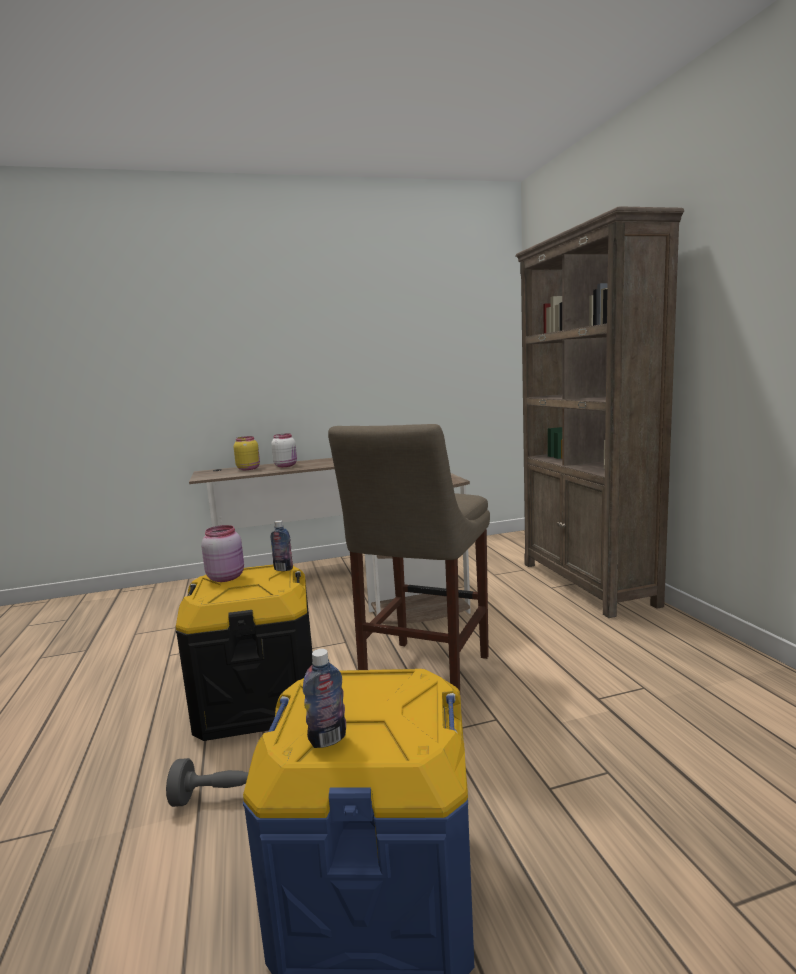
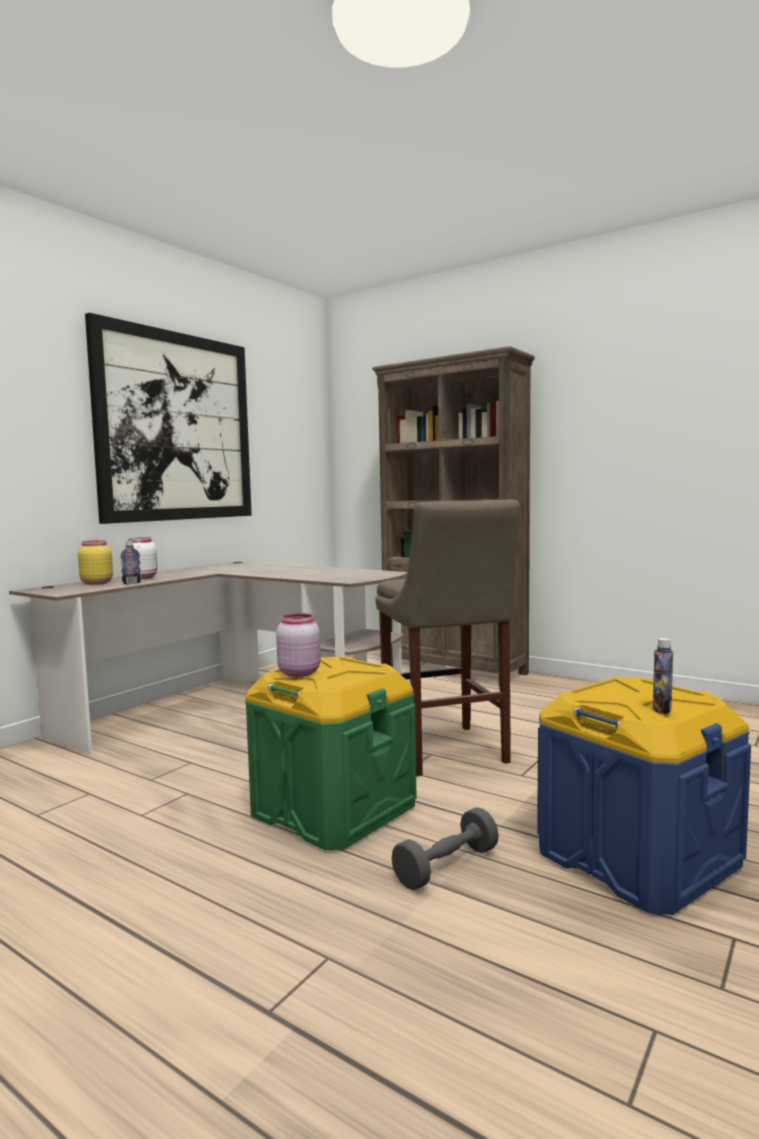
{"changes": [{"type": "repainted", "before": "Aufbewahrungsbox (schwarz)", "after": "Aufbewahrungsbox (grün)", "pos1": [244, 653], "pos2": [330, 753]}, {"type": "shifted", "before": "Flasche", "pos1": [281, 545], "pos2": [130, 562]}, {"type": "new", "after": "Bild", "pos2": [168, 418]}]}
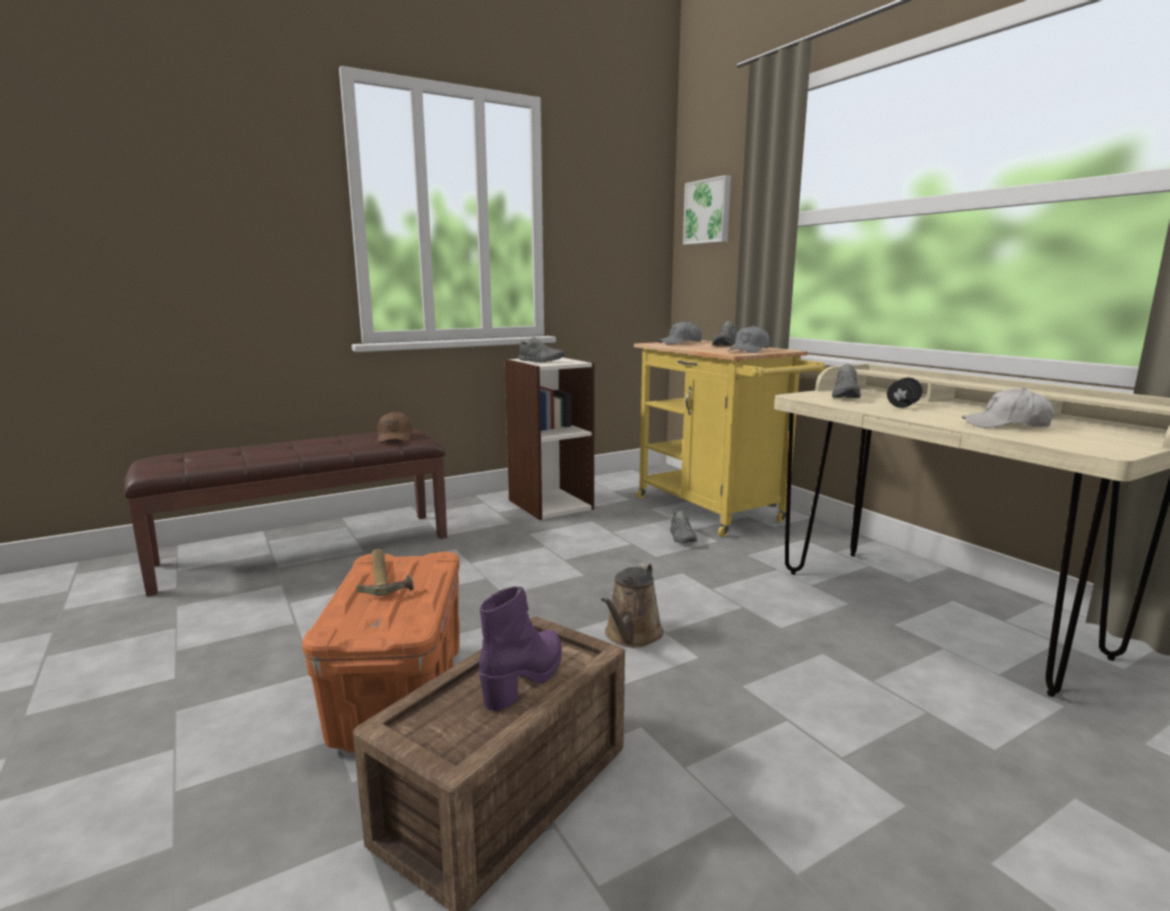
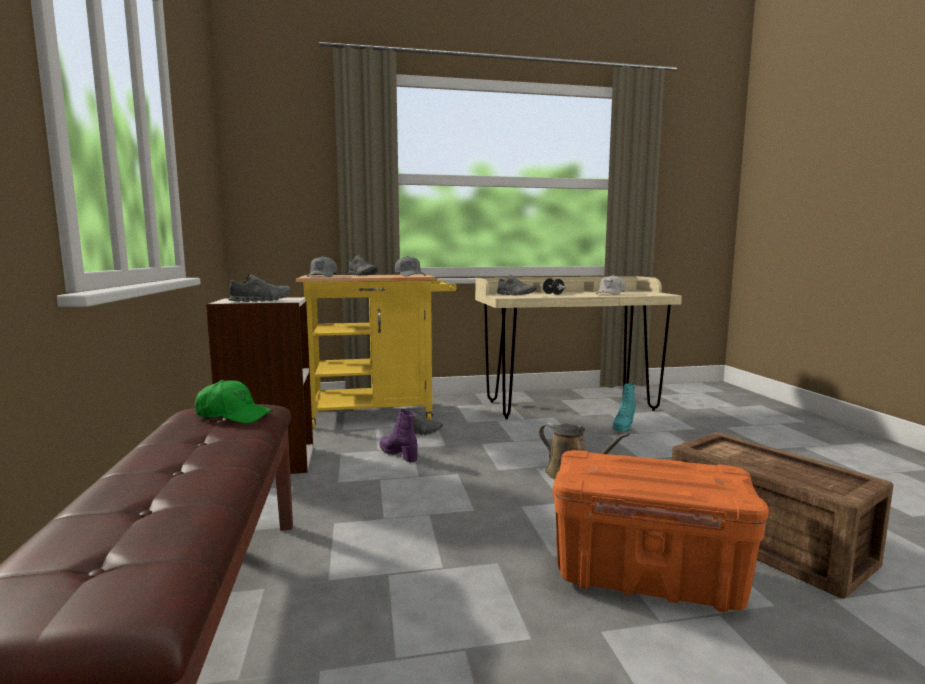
{"changes": [{"type": "gone", "before": "Hammer", "pos1": [385, 572]}, {"type": "repainted", "before": "Kappe (braun)", "after": "Kappe (grün)", "pos1": [395, 427], "pos2": [233, 402]}, {"type": "shifted", "before": "Stiefel (lila)", "pos1": [520, 649], "pos2": [399, 435]}, {"type": "gone", "before": "Bild", "pos1": [707, 210]}, {"type": "new", "after": "Stiefel (türkis)", "pos2": [624, 407]}]}
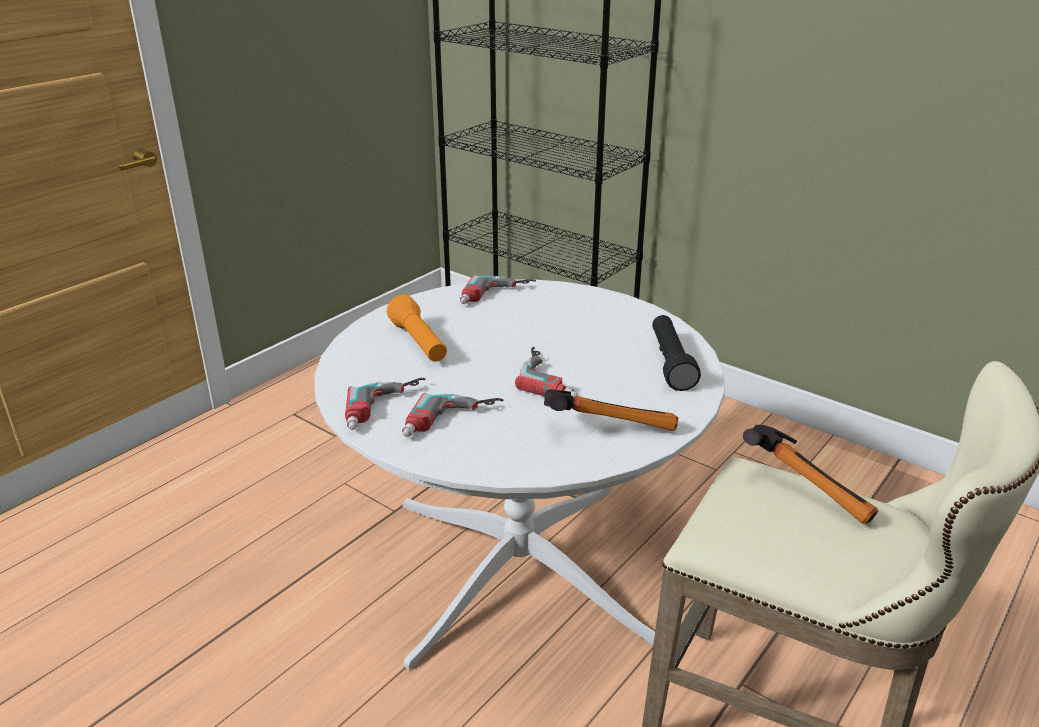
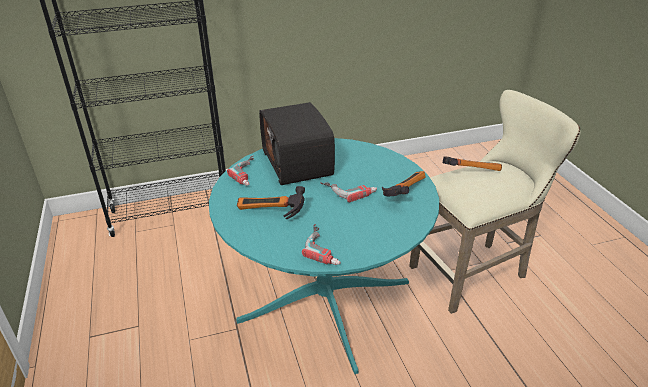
{"changes": [{"type": "repainted", "before": "Esstisch (weiß)", "after": "Esstisch (türkis)", "pos1": [519, 474], "pos2": [324, 256]}, {"type": "swapped", "before": "Taschenlampe (orange)", "after": "Hammer", "pos1": [417, 328], "pos2": [271, 202]}, {"type": "gone", "before": "Bohrmaschine", "pos1": [453, 415]}, {"type": "gone", "before": "Taschenlampe (schwarz)", "pos1": [676, 353]}, {"type": "new", "after": "Radio", "pos2": [297, 143]}]}
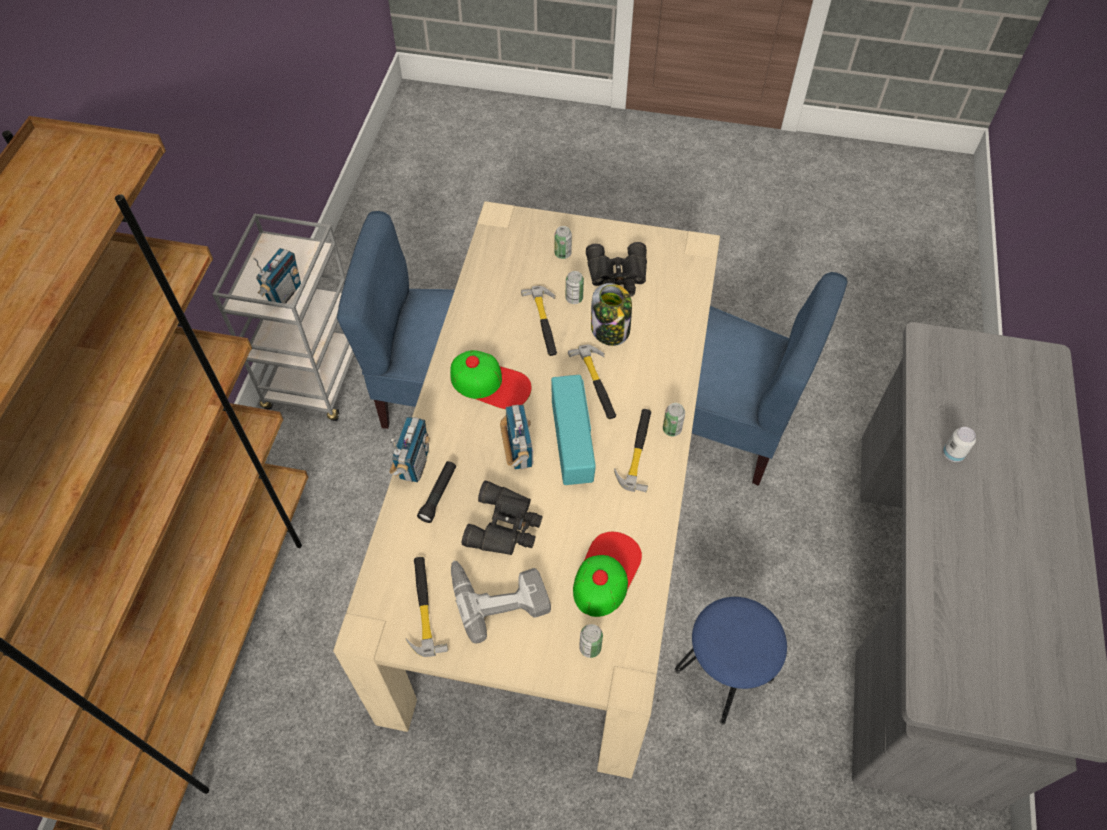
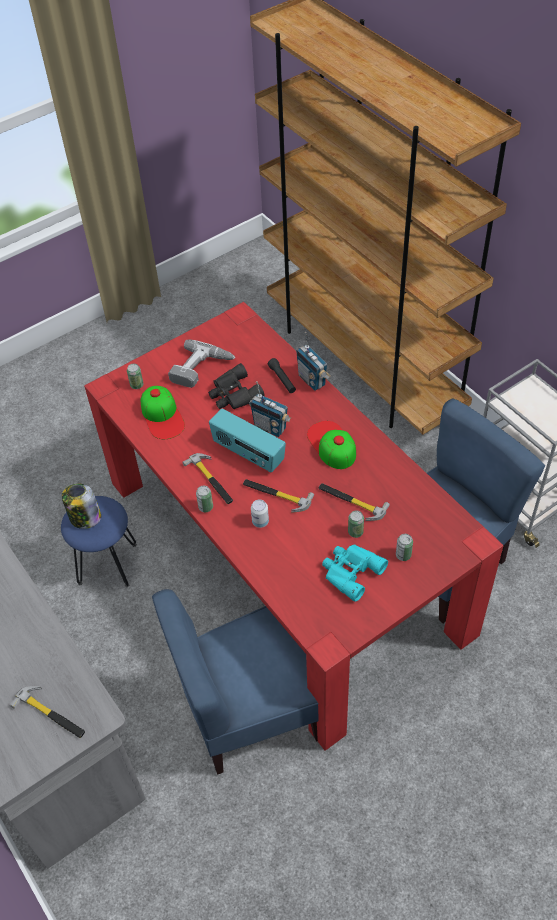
{"changes": [{"type": "gone", "before": "Radio", "pos1": [277, 276]}, {"type": "repainted", "before": "Esstisch (beige)", "after": "Esstisch (rot)", "pos1": [526, 490], "pos2": [294, 526]}, {"type": "shifted", "before": "Hammer", "pos1": [427, 607], "pos2": [47, 712]}, {"type": "rotated", "before": "Kappe", "pos1": [491, 379], "pos2": [331, 445], "turn": 90}, {"type": "repainted", "before": "Fernglas (schwarz)", "after": "Fernglas (türkis)", "pos1": [616, 269], "pos2": [355, 573]}, {"type": "shifted", "before": "Vorratsglas", "pos1": [611, 314], "pos2": [81, 506]}, {"type": "shifted", "before": "Dose", "pos1": [959, 444], "pos2": [260, 513]}]}
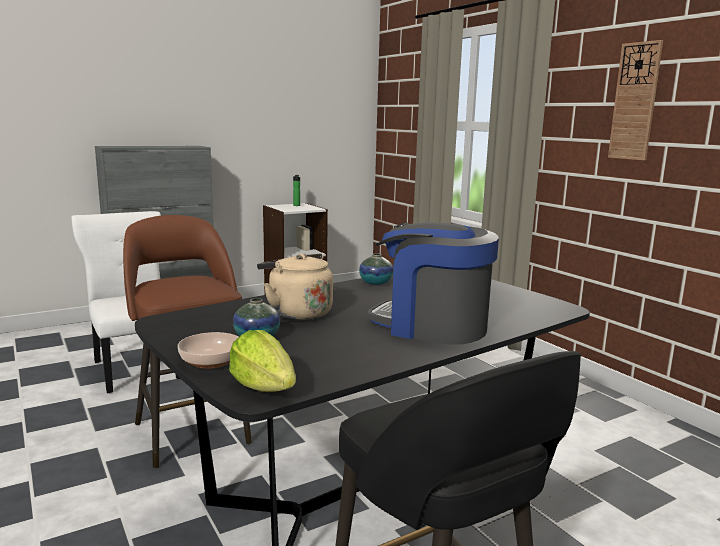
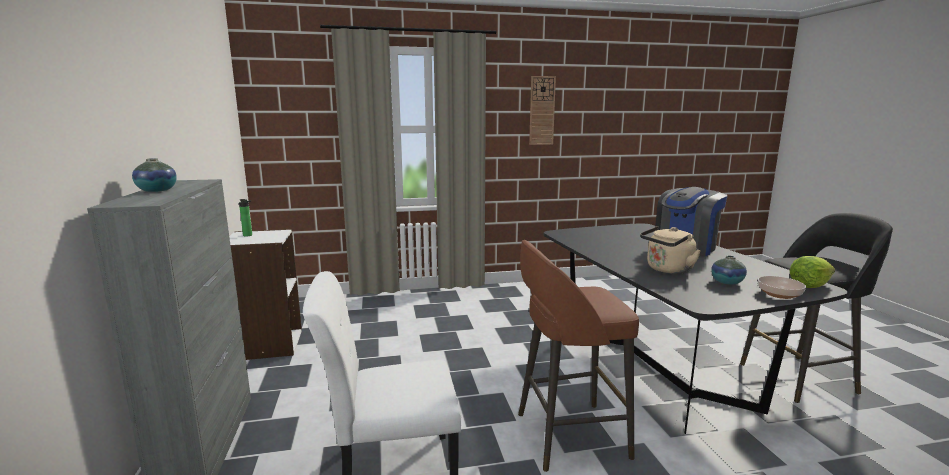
{"changes": [{"type": "shifted", "before": "Vase", "pos1": [376, 269], "pos2": [154, 175]}]}
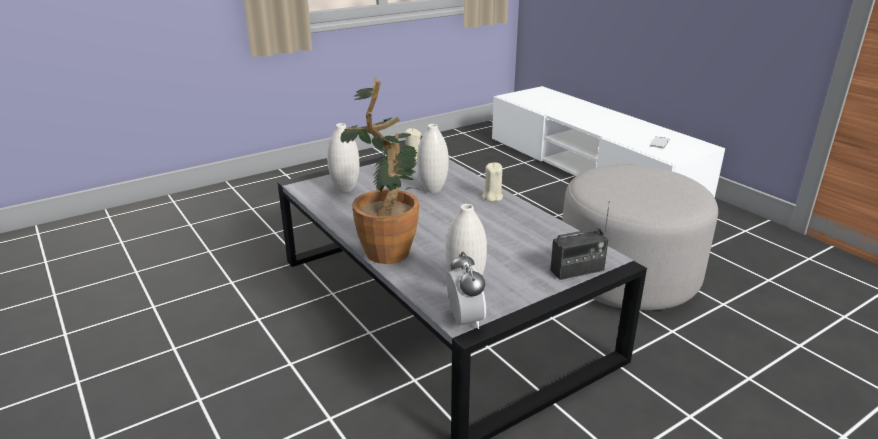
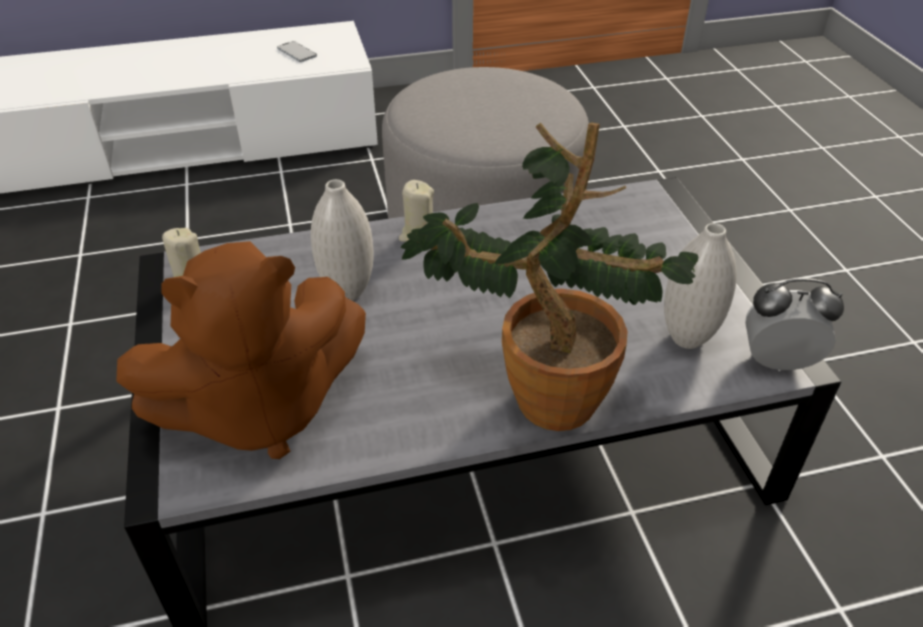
{"changes": [{"type": "swapped", "before": "Vase (weiß)", "after": "Plüschtier (braun)", "pos1": [343, 157], "pos2": [241, 350]}, {"type": "gone", "before": "Radio", "pos1": [580, 240]}]}
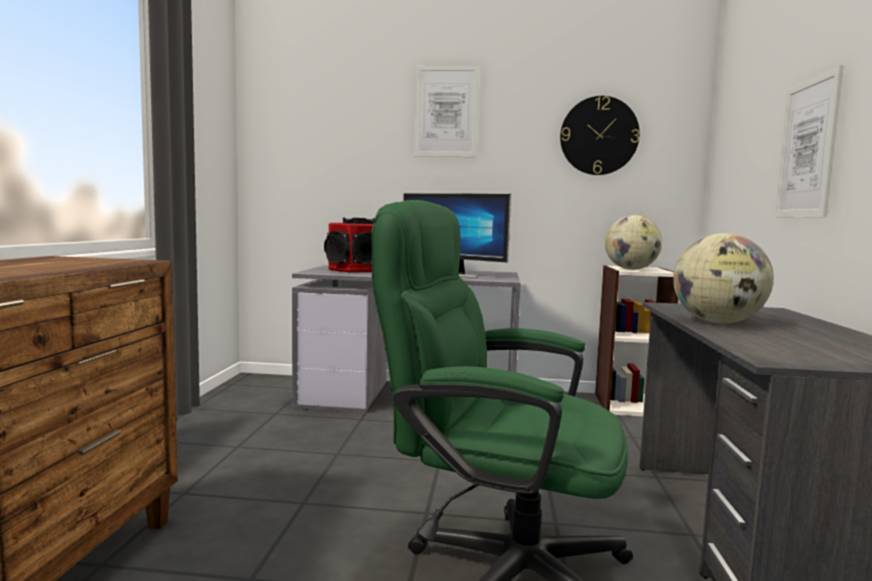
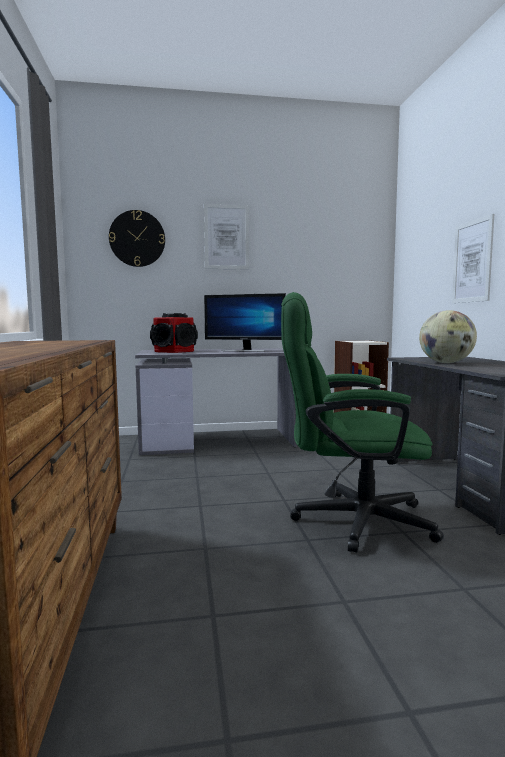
{"changes": [{"type": "shifted", "before": "Wanduhr", "pos1": [600, 135], "pos2": [137, 238]}, {"type": "gone", "before": "Globus", "pos1": [633, 242]}]}
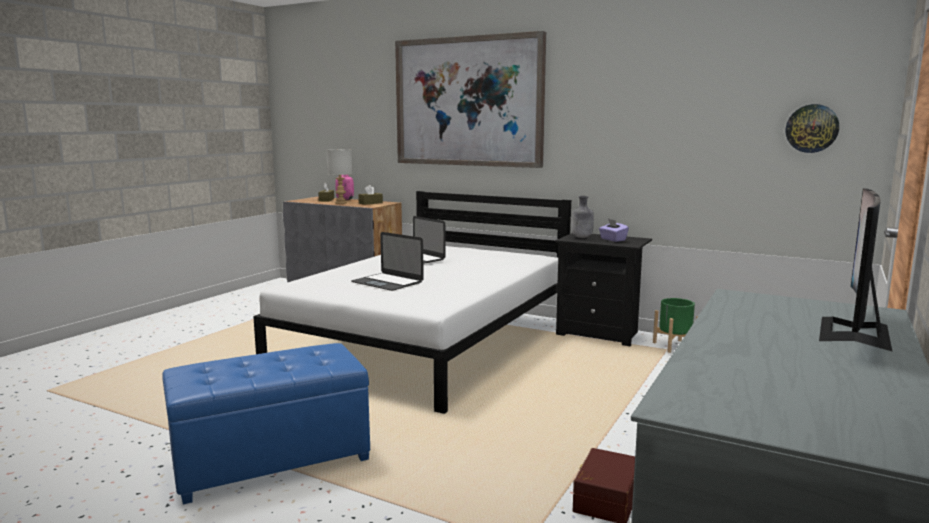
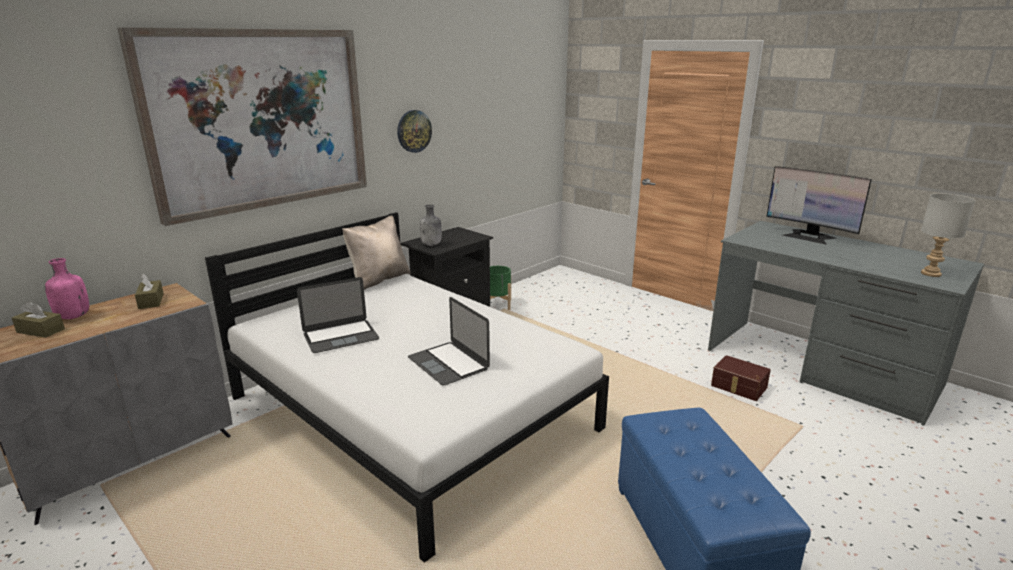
{"changes": [{"type": "shifted", "before": "Tischlampe (grau)", "pos1": [339, 176], "pos2": [948, 235]}, {"type": "rotated", "before": "Laptop", "pos1": [387, 261], "pos2": [449, 341], "turn": 90}, {"type": "gone", "before": "Taschentuchbox (lila)", "pos1": [614, 230]}, {"type": "shifted", "before": "Wanduhr", "pos1": [812, 128], "pos2": [414, 131]}, {"type": "new", "after": "Kissen (beige)", "pos2": [376, 252]}]}
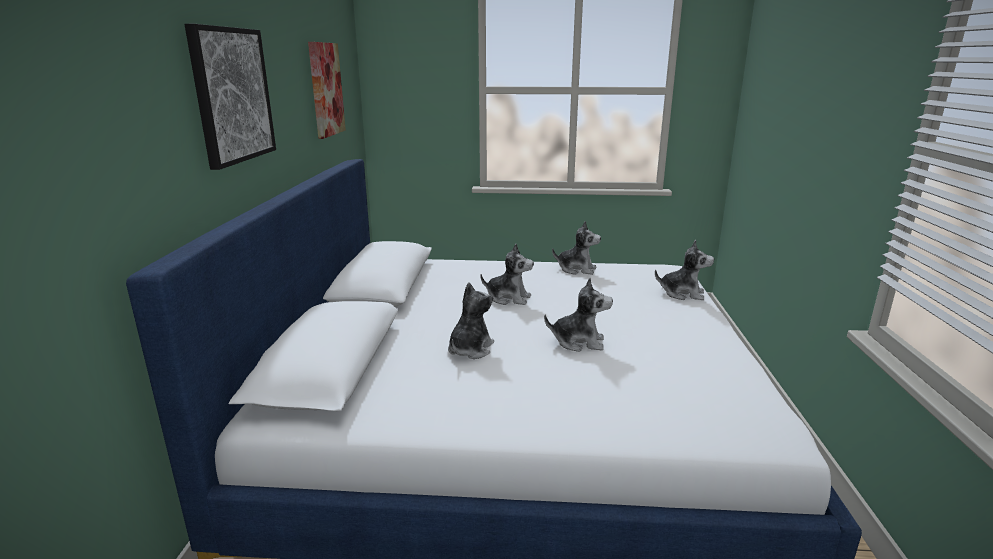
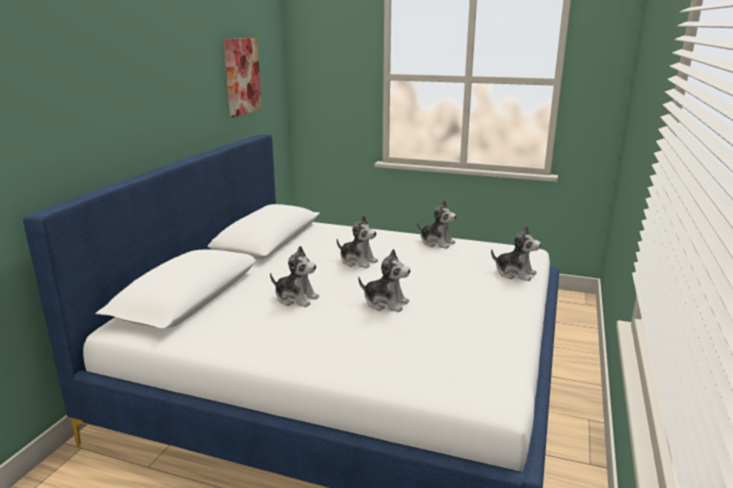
{"changes": [{"type": "gone", "before": "Bild", "pos1": [230, 97]}, {"type": "rotated", "before": "Plüschtier", "pos1": [471, 321], "pos2": [294, 276], "turn": 75}]}
